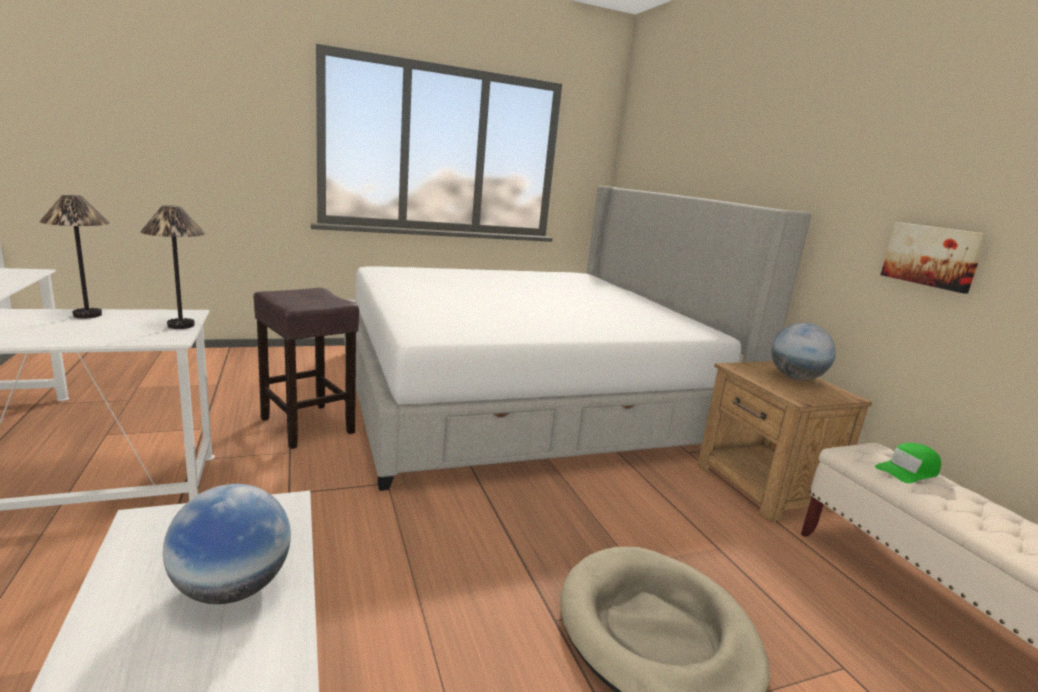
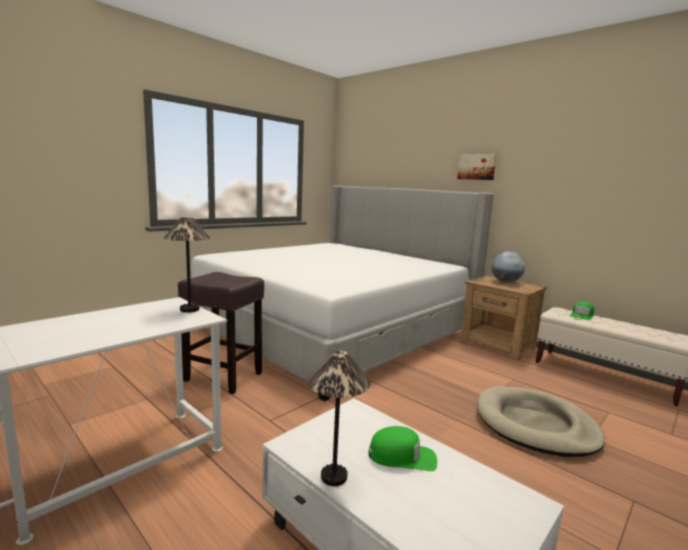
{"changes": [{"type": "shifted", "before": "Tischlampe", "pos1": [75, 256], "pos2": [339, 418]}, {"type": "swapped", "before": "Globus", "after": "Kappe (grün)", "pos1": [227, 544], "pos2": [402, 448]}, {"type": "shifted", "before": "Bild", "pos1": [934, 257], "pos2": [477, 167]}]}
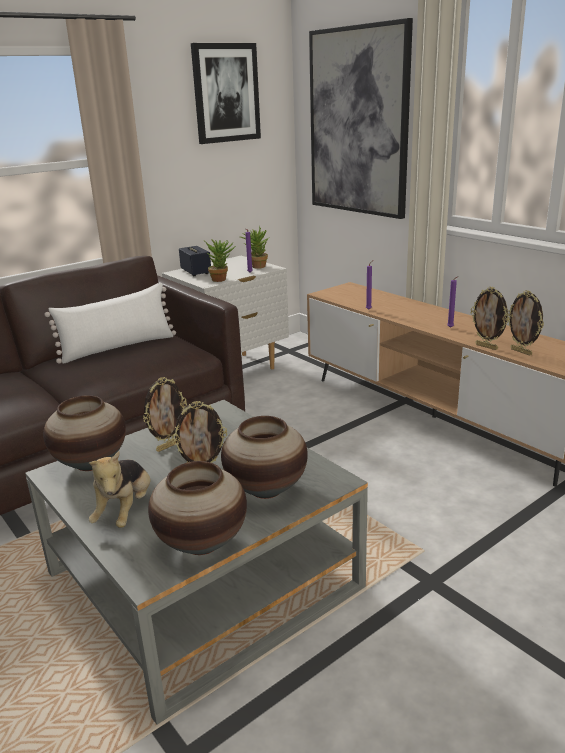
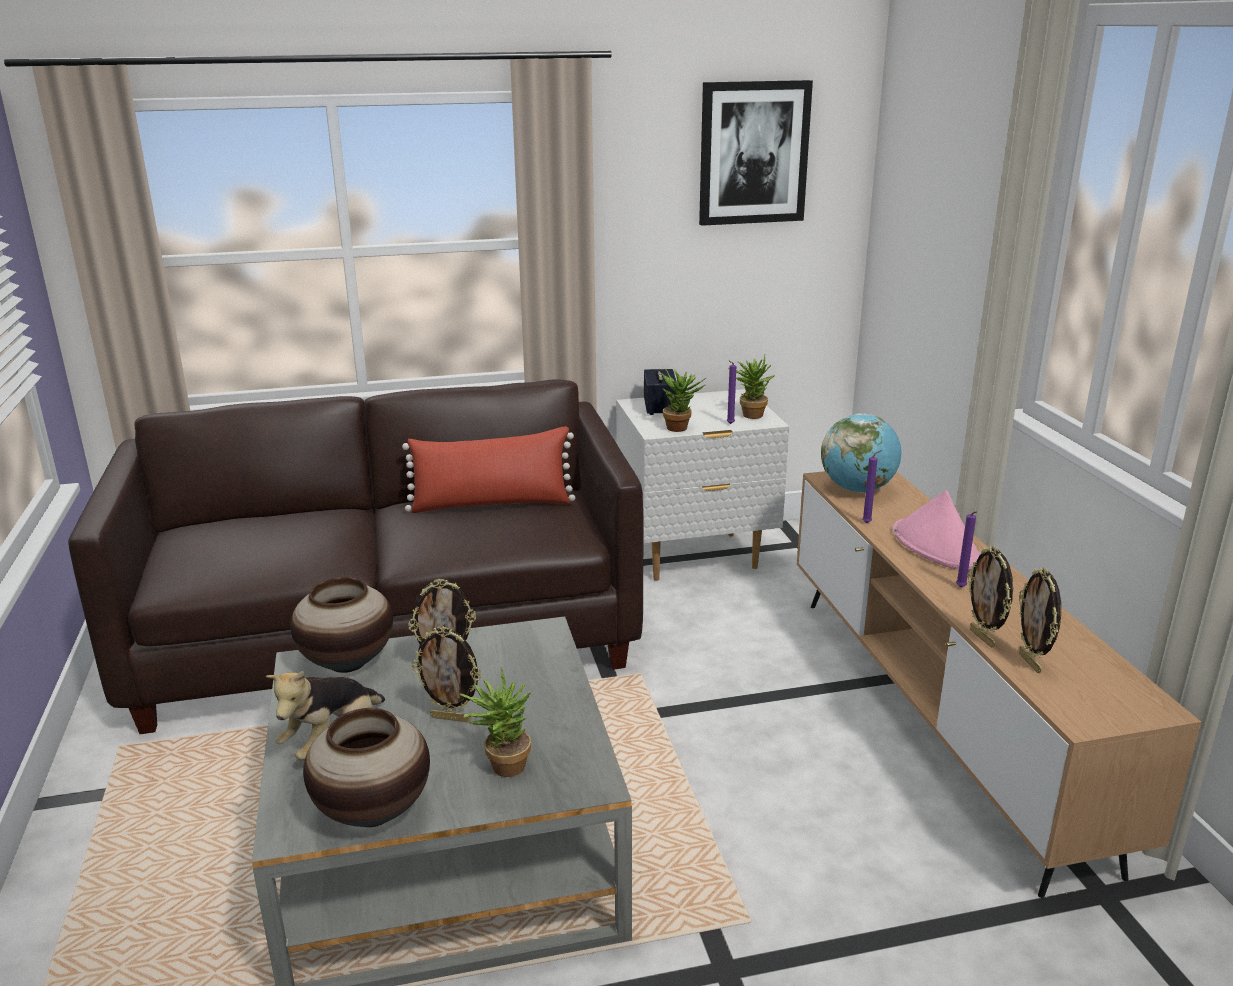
{"changes": [{"type": "repainted", "before": "Kissen (weiß)", "after": "Kissen (rot)", "pos1": [110, 323], "pos2": [489, 469]}, {"type": "swapped", "before": "Vase", "after": "Topfpflanze", "pos1": [264, 457], "pos2": [495, 722]}, {"type": "gone", "before": "Bild", "pos1": [361, 118]}, {"type": "new", "after": "Globus", "pos2": [861, 453]}, {"type": "new", "after": "Hut (rosa)", "pos2": [937, 530]}]}
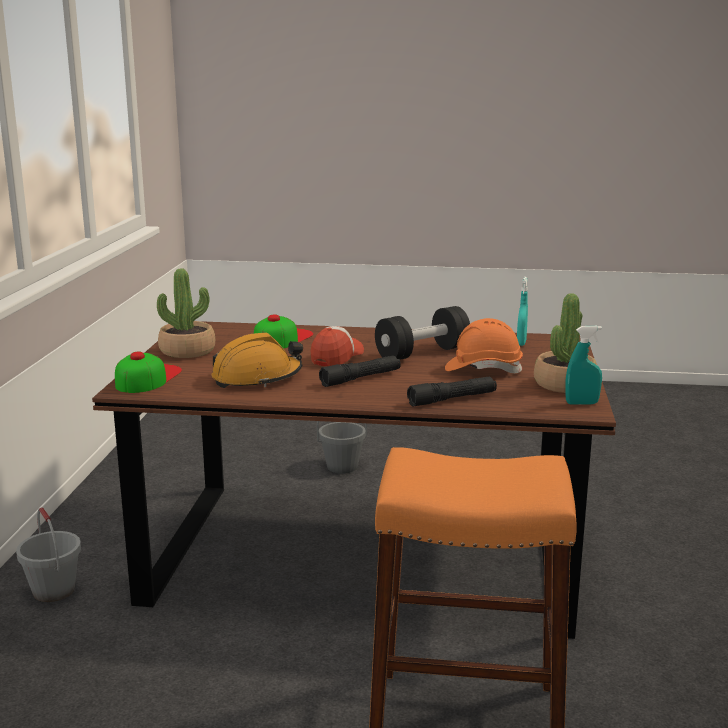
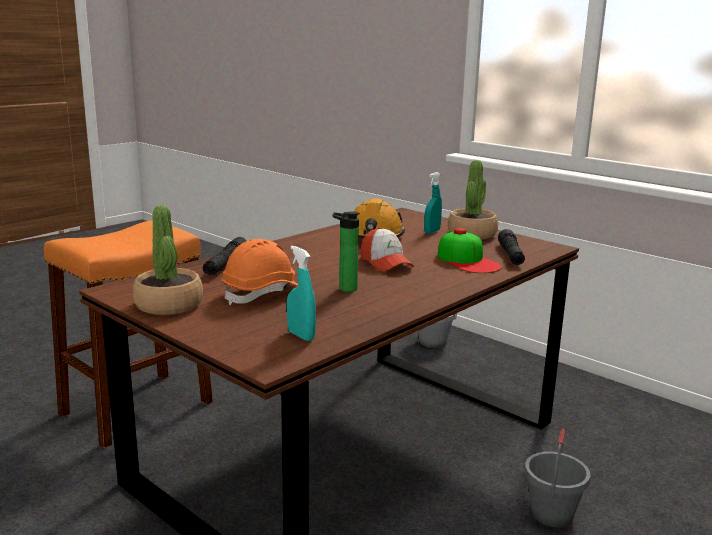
{"changes": [{"type": "gone", "before": "Kappe", "pos1": [148, 372]}, {"type": "shifted", "before": "Taschenlampe (schwarz)", "pos1": [360, 371], "pos2": [511, 247]}, {"type": "swapped", "before": "Hantel (schwarz)", "after": "Flasche", "pos1": [422, 333], "pos2": [346, 252]}, {"type": "shifted", "before": "Sprühflasche (türkis)", "pos1": [583, 365], "pos2": [433, 203]}]}
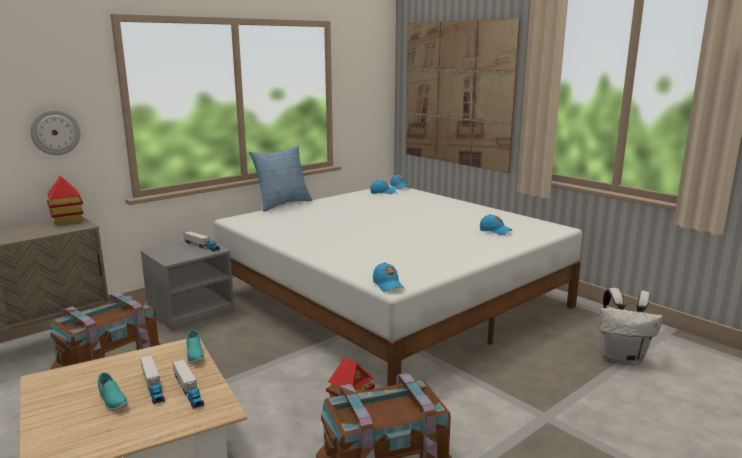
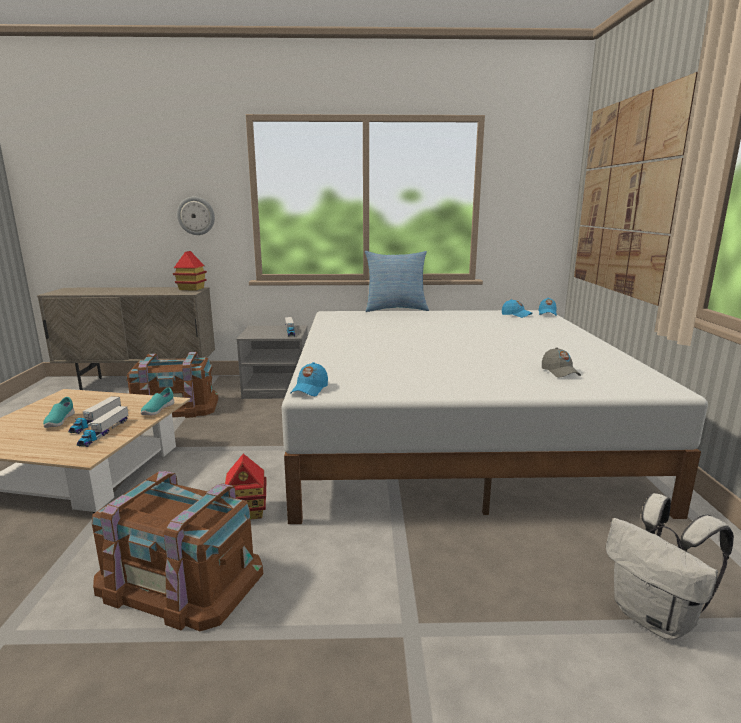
{"changes": [{"type": "repainted", "before": "Kappe (blau)", "after": "Kappe (grau)", "pos1": [496, 224], "pos2": [561, 363]}]}
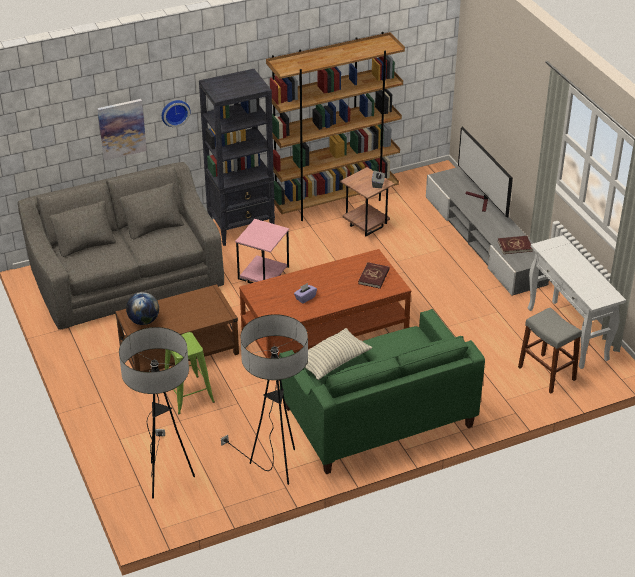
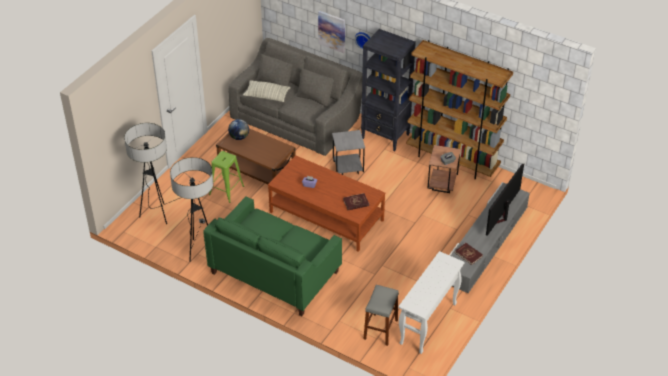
{"changes": [{"type": "repainted", "before": "Beistelltisch (rosa)", "after": "Beistelltisch (grau)", "pos1": [262, 251], "pos2": [348, 152]}, {"type": "shifted", "before": "Kissen", "pos1": [338, 354], "pos2": [267, 91]}]}
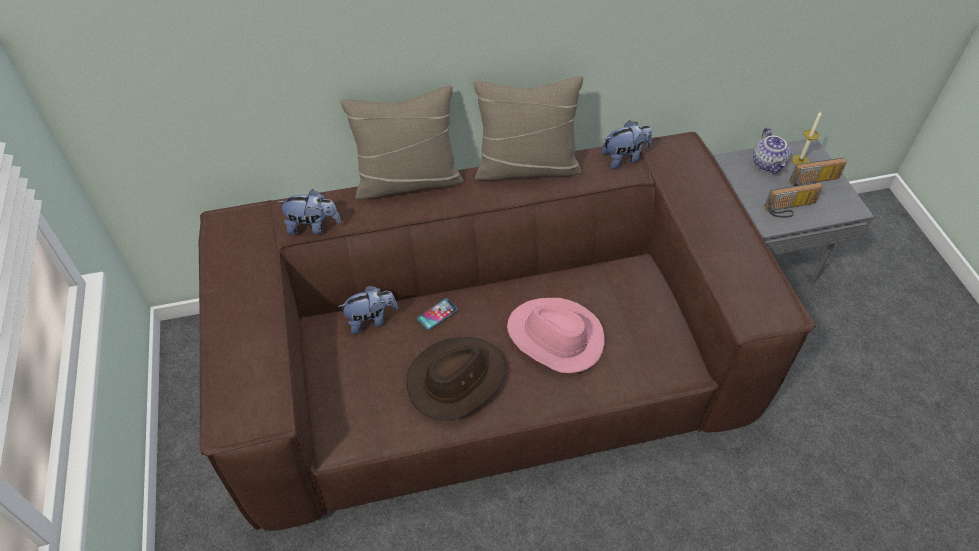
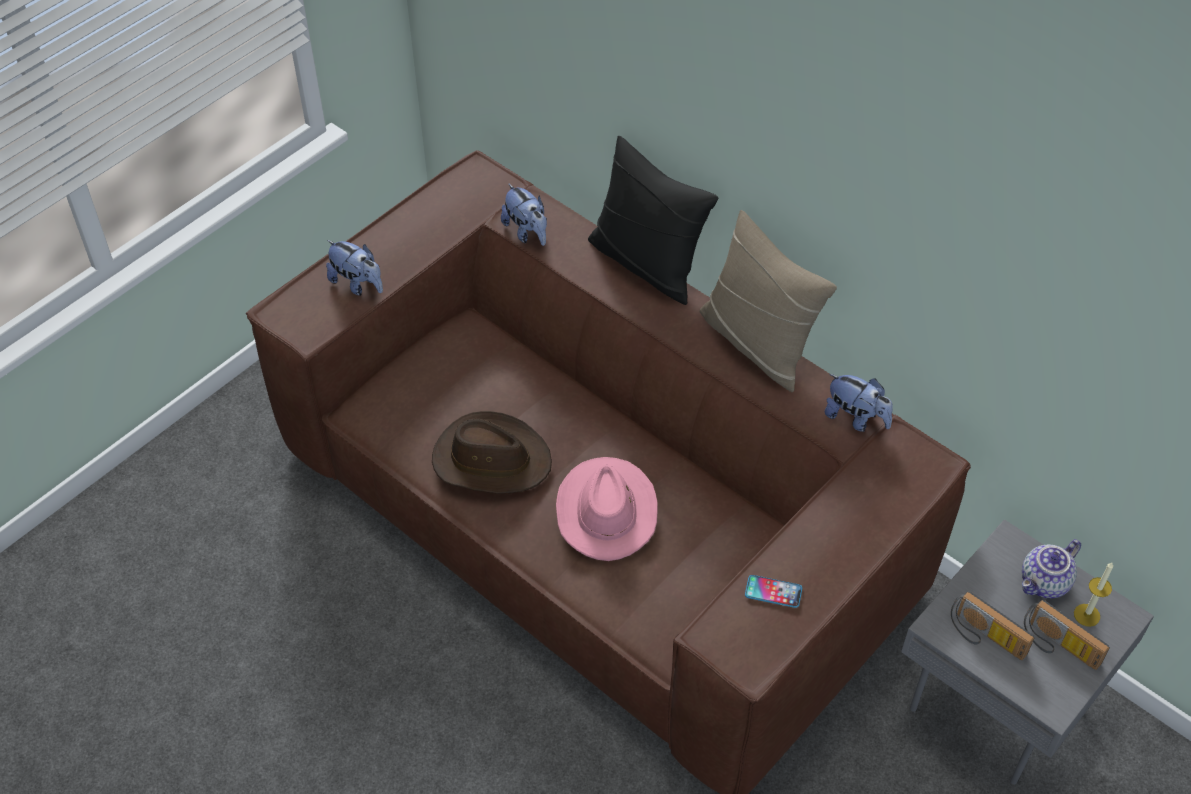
{"changes": [{"type": "shifted", "before": "Plüschtier", "pos1": [368, 310], "pos2": [354, 268]}, {"type": "repainted", "before": "Kissen (beige)", "after": "Kissen (schwarz)", "pos1": [402, 142], "pos2": [653, 220]}, {"type": "shifted", "before": "Handy", "pos1": [437, 314], "pos2": [773, 591]}]}
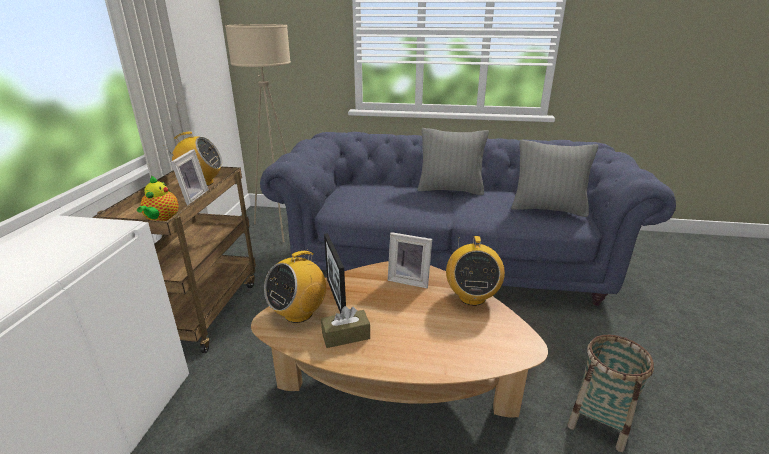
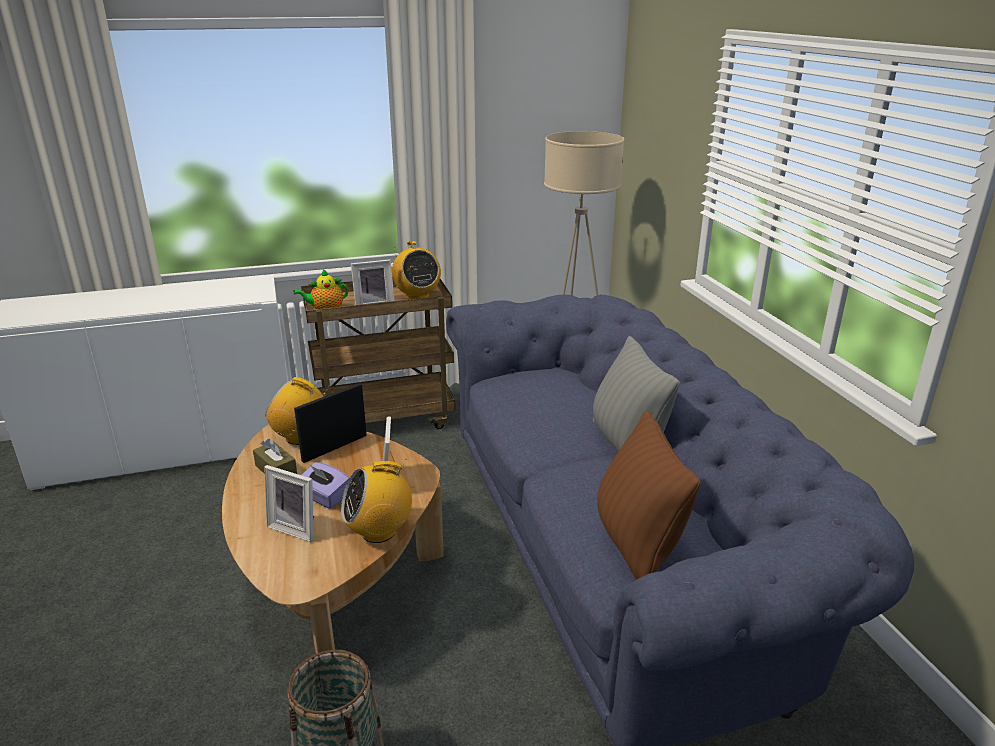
{"changes": [{"type": "repainted", "before": "Kissen (grau)", "after": "Kissen (braun)", "pos1": [554, 178], "pos2": [649, 495]}, {"type": "new", "after": "Bilderrahmen", "pos2": [289, 503]}, {"type": "new", "after": "Taschentuchbox (lila)", "pos2": [325, 485]}]}
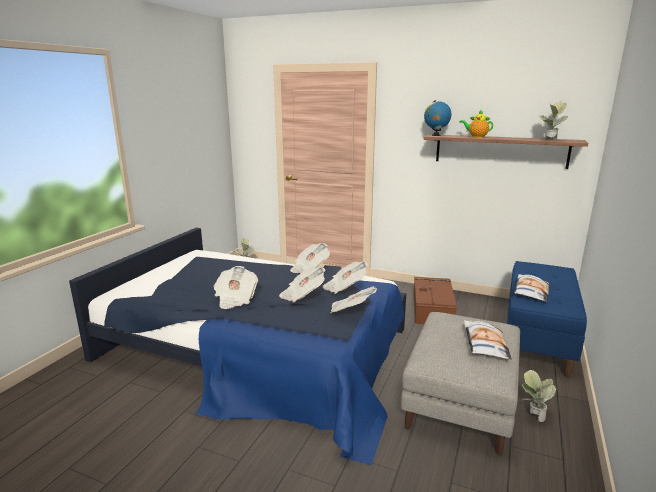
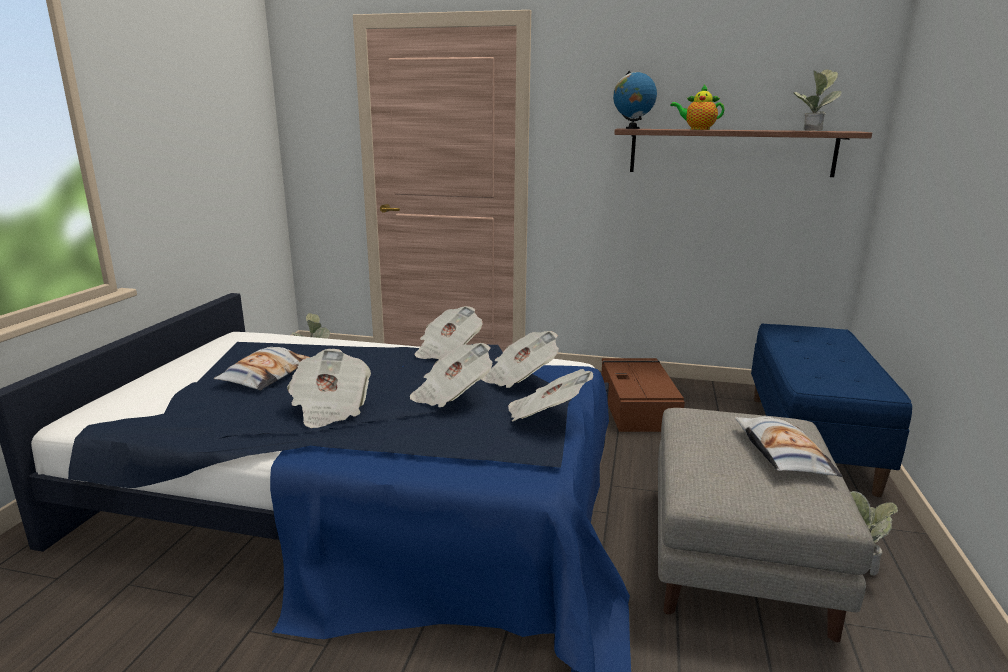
{"changes": [{"type": "shifted", "before": "Kissen", "pos1": [532, 288], "pos2": [262, 368]}]}
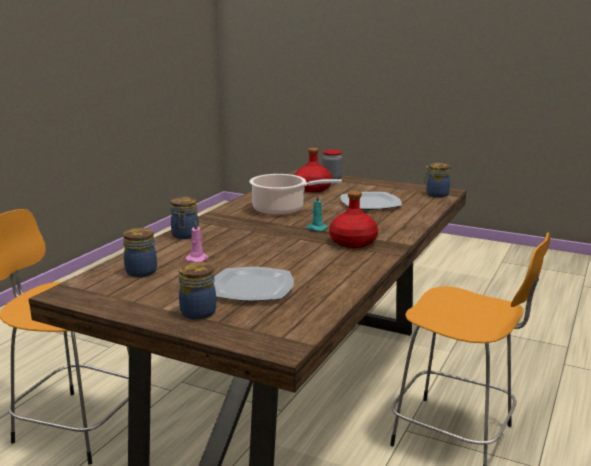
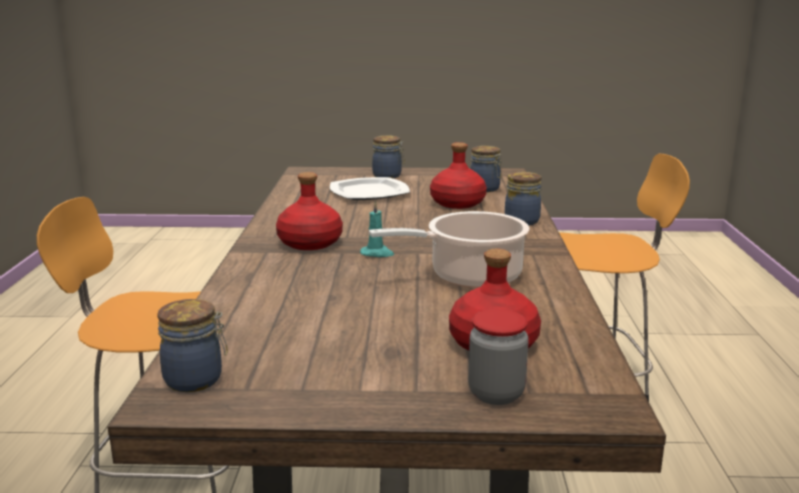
{"changes": [{"type": "swapped", "before": "Kerze (rosa)", "after": "Flasche (rot)", "pos1": [197, 241], "pos2": [458, 175]}, {"type": "gone", "before": "Teller", "pos1": [371, 201]}]}
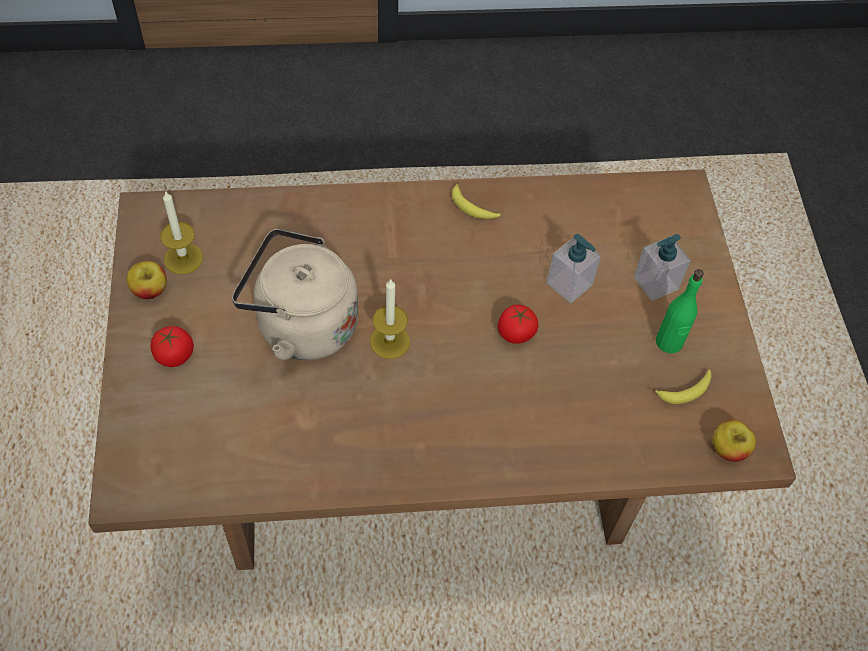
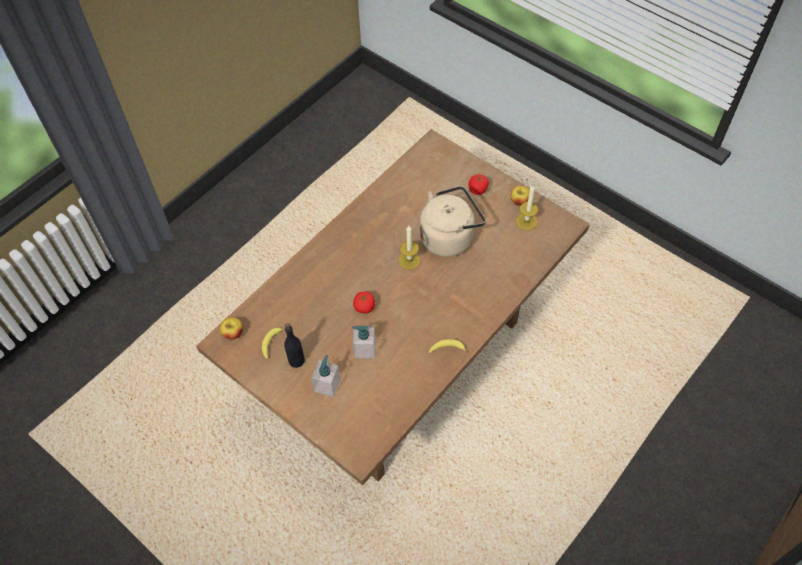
{"changes": [{"type": "repainted", "before": "Flasche (grün)", "after": "Flasche (schwarz)", "pos1": [680, 311], "pos2": [294, 345]}]}
